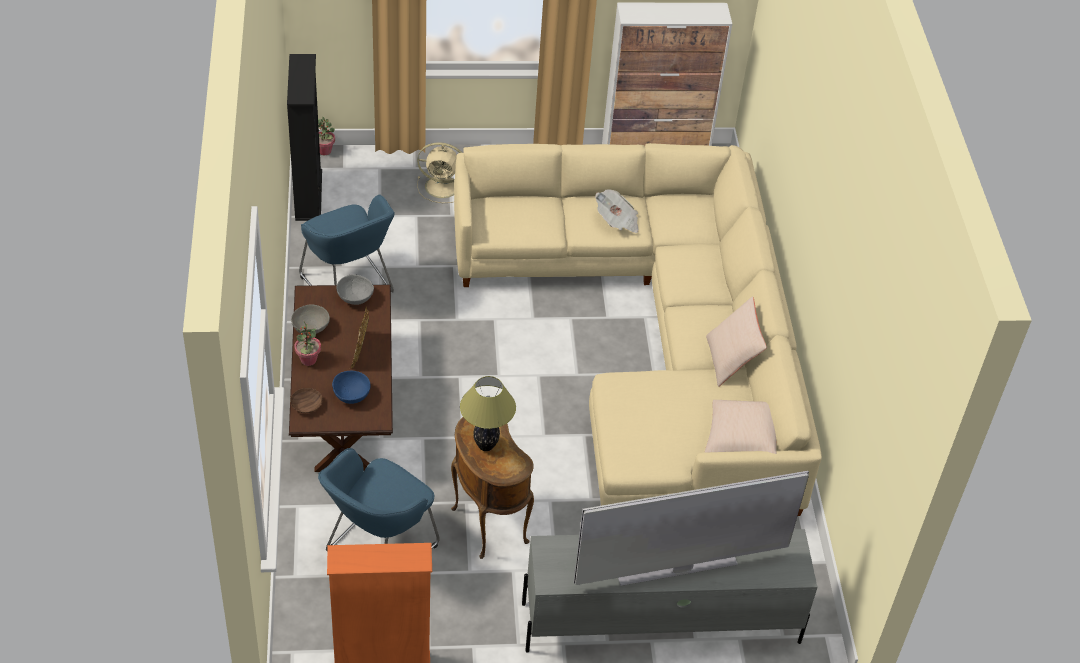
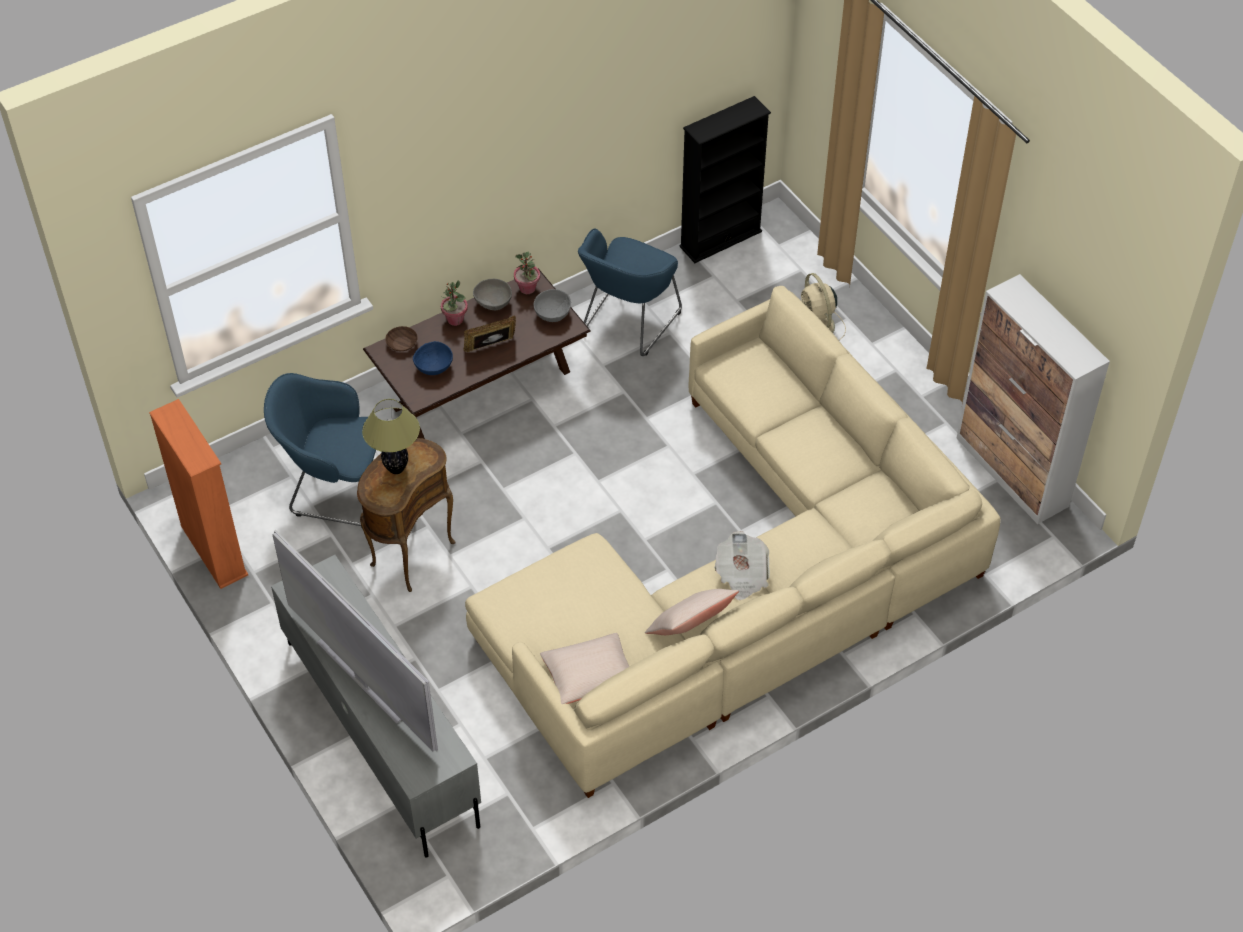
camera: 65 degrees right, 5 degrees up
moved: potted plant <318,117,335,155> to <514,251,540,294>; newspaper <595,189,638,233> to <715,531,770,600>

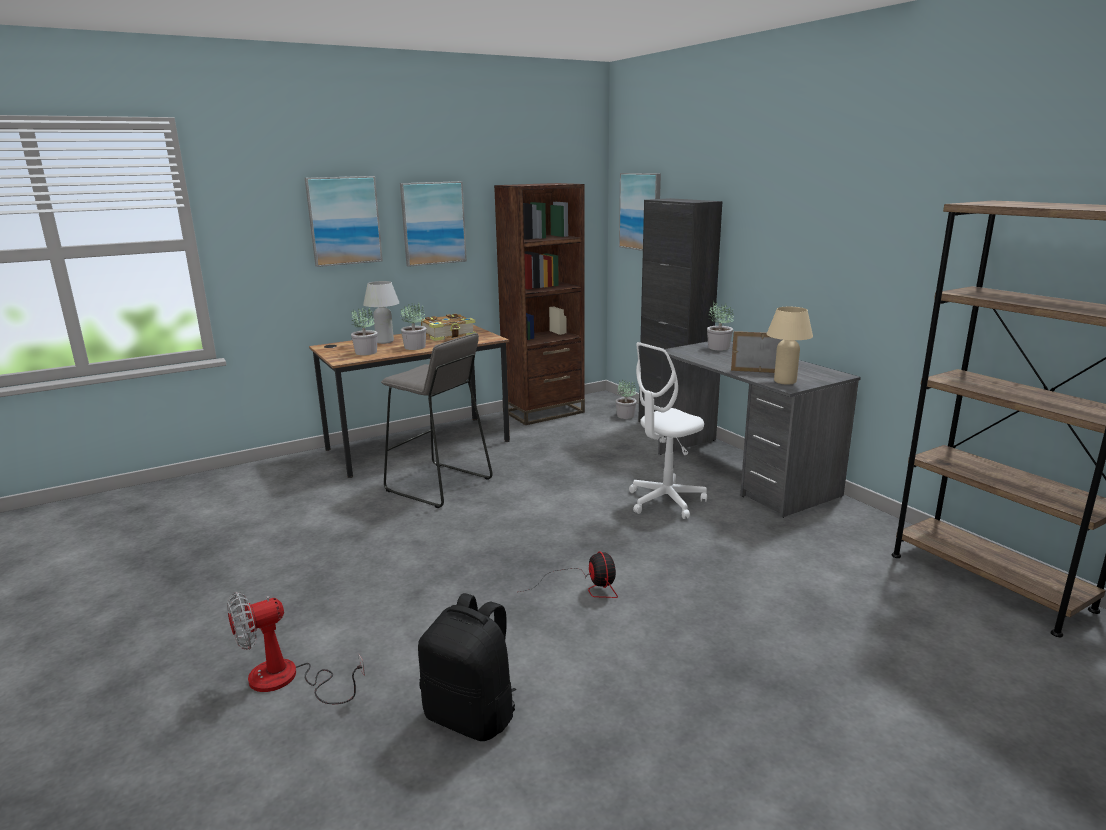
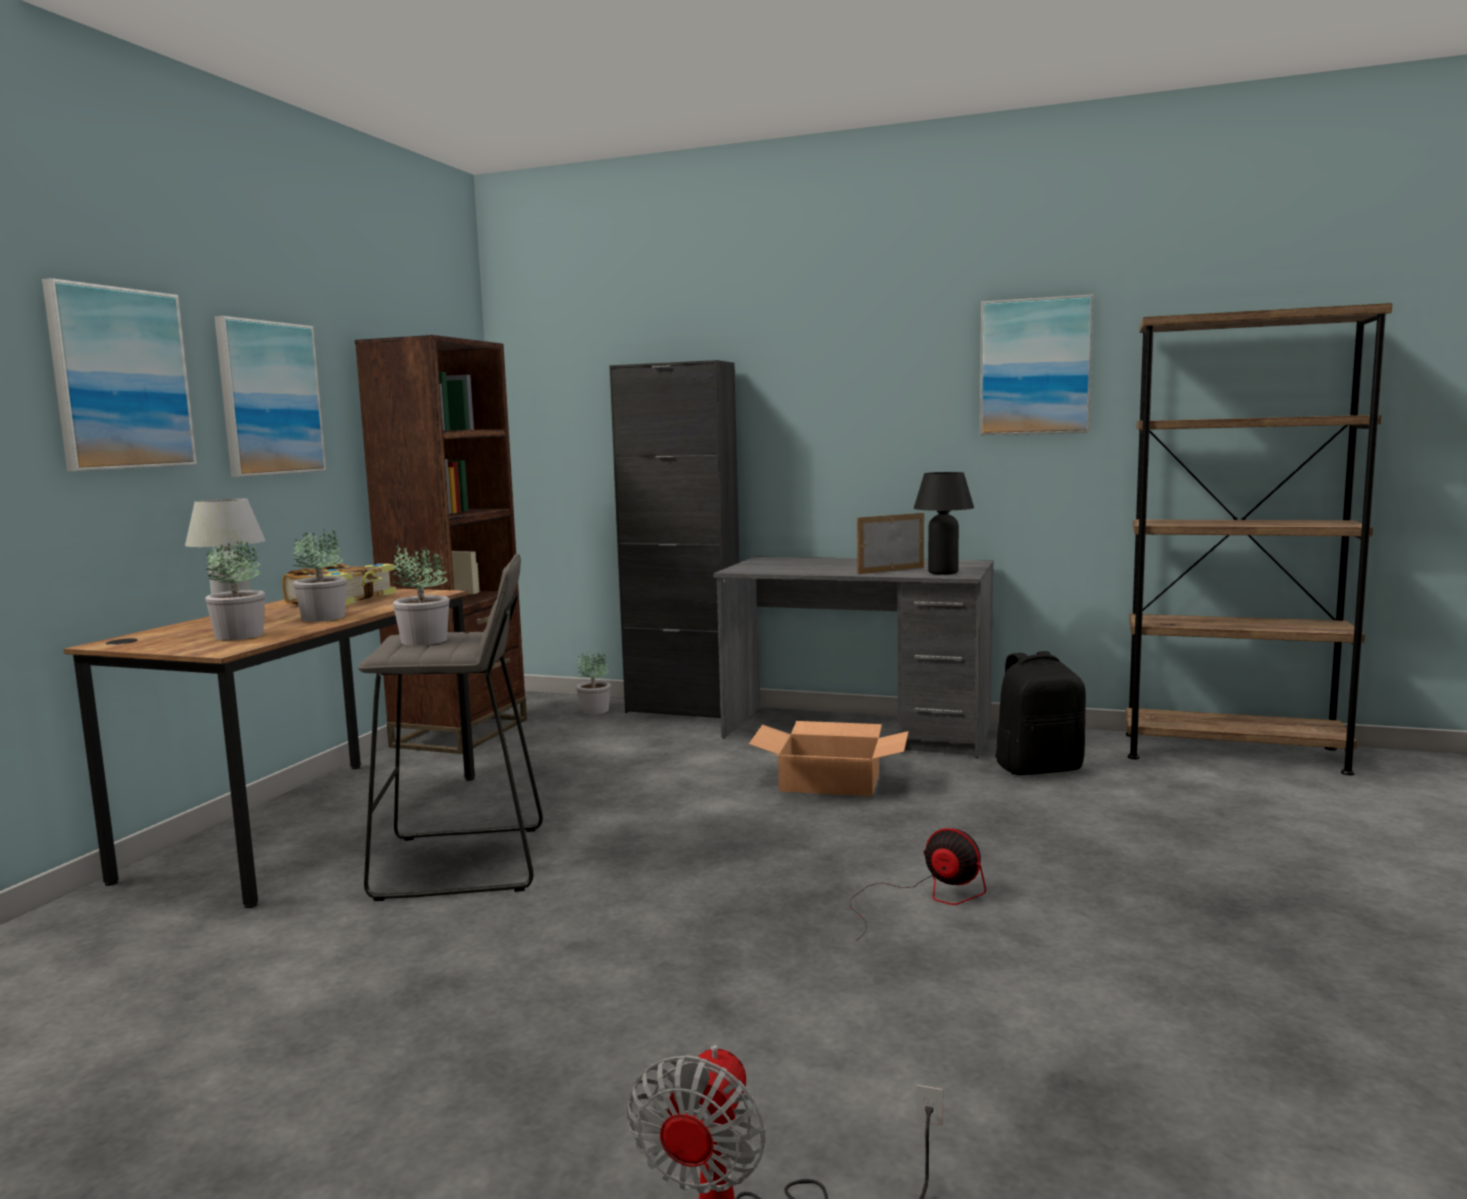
camera: 40 degrees left, 10 degrees down
moved: black backpack <418,593,516,741> to <995,651,1086,775>; picture <619,173,661,251> to <980,294,1094,435>; potted plant <707,301,734,350> to <392,545,449,645>
replaced: white office chair <629,342,707,519> to cardboard box <749,721,909,797>
recoloured: beige table lamp <767,307,813,385> to black table lamp <914,472,974,575>

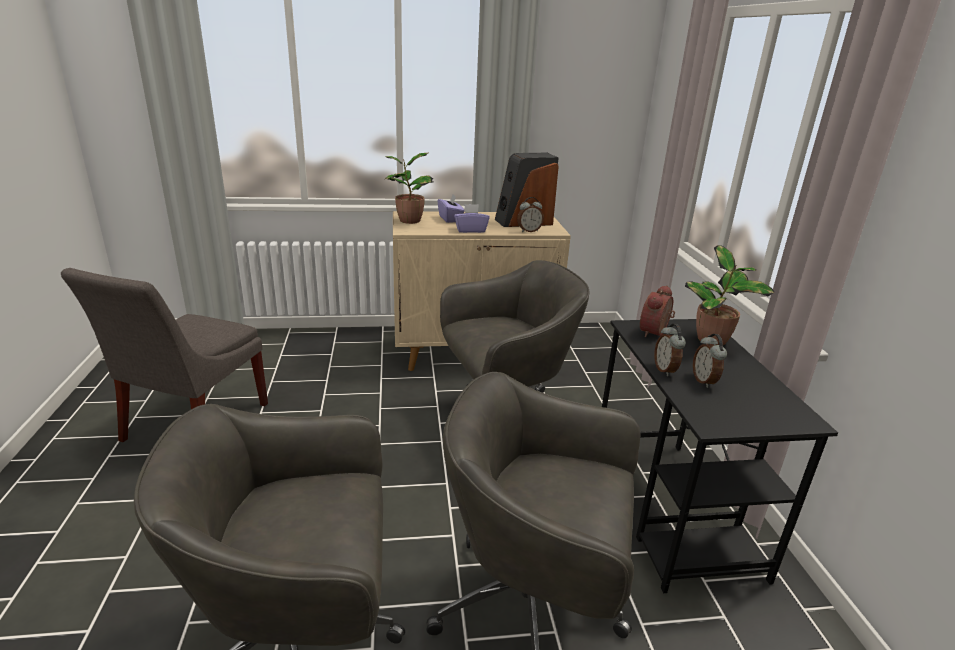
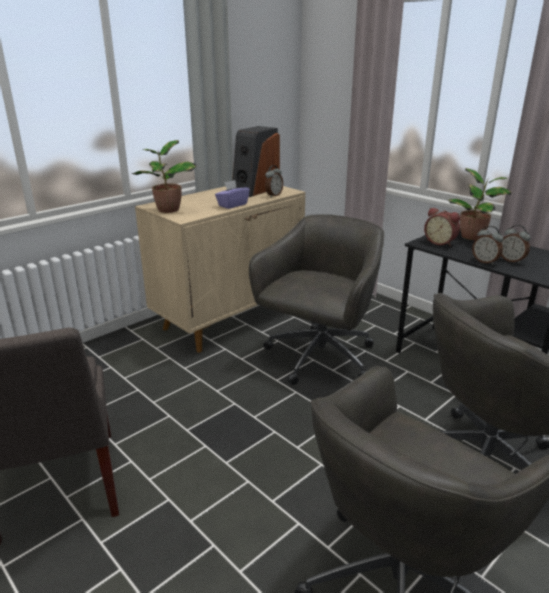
camera: 35 degrees left, 0 degrees up
removed: purple tissue box <438,195,465,223>
turned: alarm clock <640,285,675,337> = <424,208,460,247> 45 degrees counterclockwise

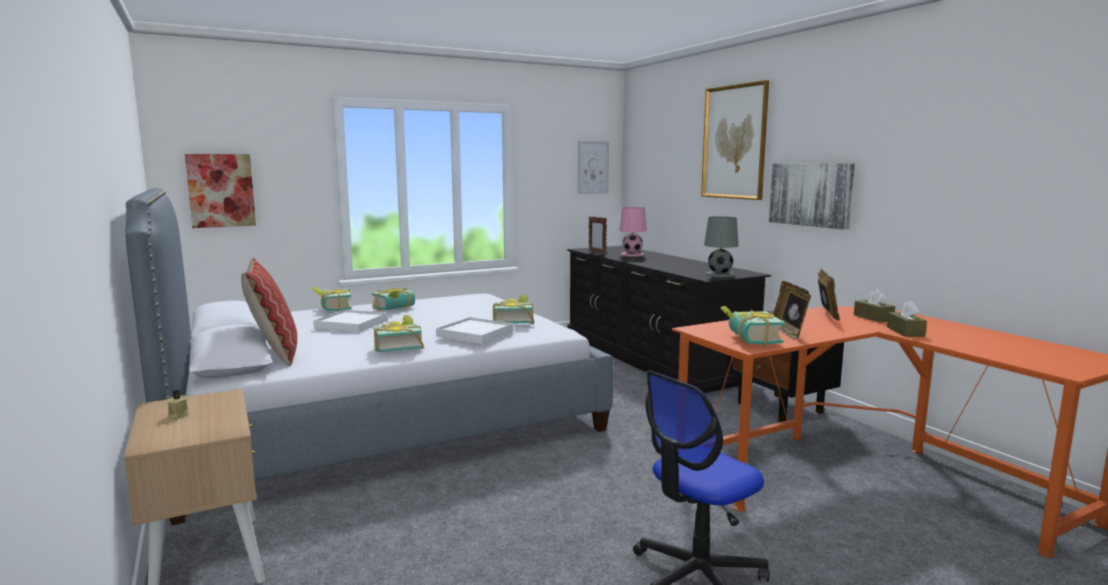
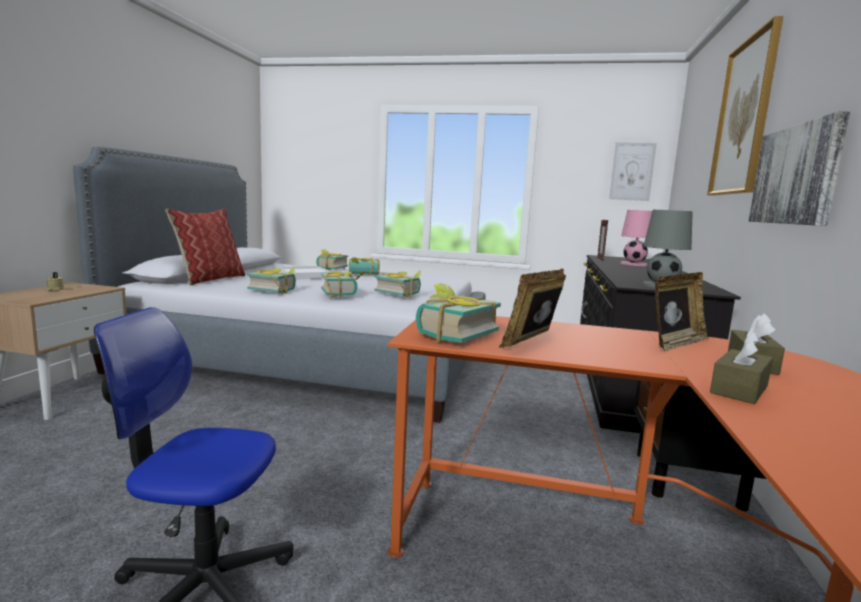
camera: 40 degrees right, 0 degrees up
removed: picture <185,154,256,228>
replaced: white tray <436,317,514,344> to book <321,271,366,297>

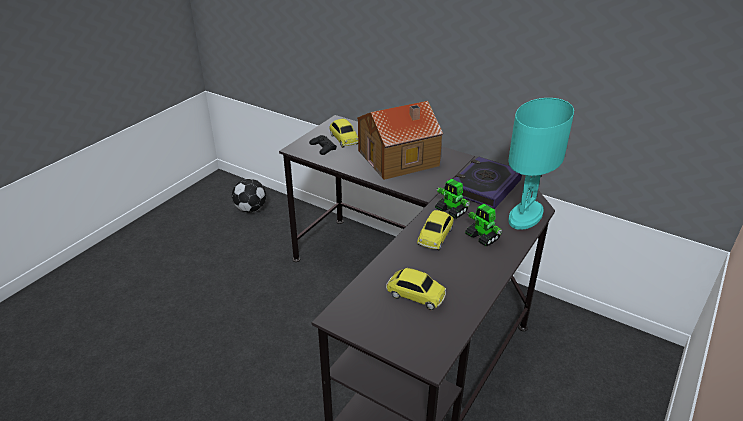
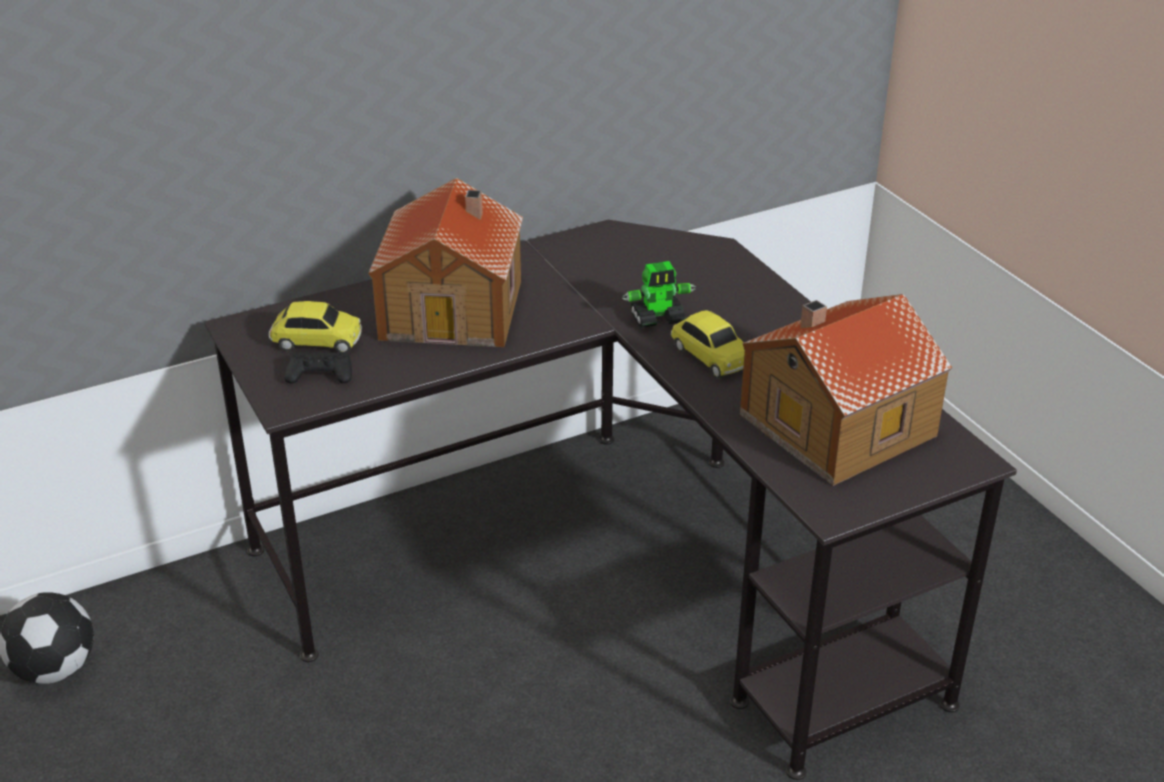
camera: 60 degrees left, 0 degrees up
removed: book <454,156,522,209>; toy robot <465,204,502,246>; turquoise table lamp <508,98,574,230>
replaced: toy car <386,268,446,310> to toy house <740,294,952,486>

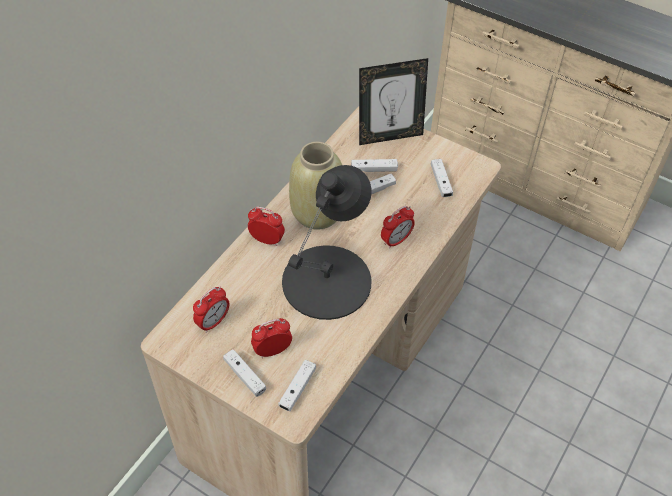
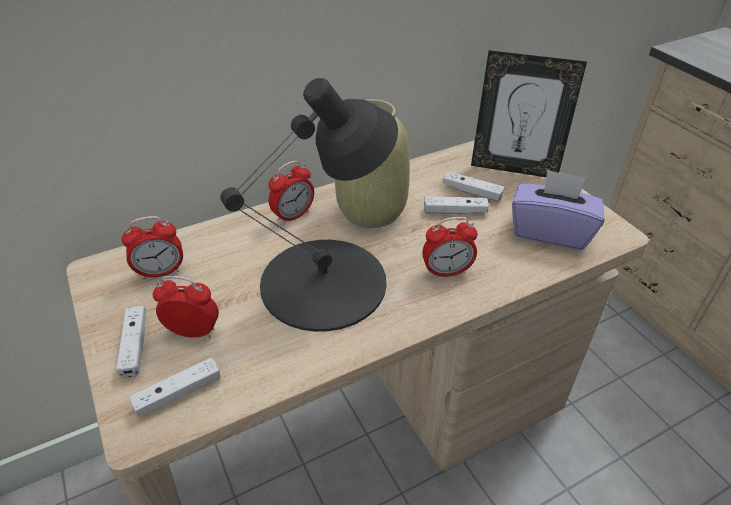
camera: 30 degrees right, 10 degrees down
replaced: white game controller <431,159,453,197> to purple tissue box <512,169,605,250>
turned: alarm clock <248,207,285,246> = <268,161,314,225> 90 degrees clockwise

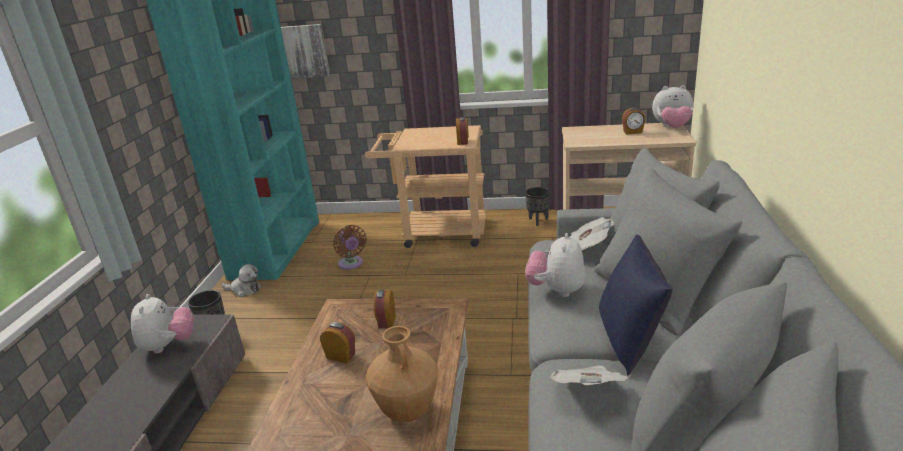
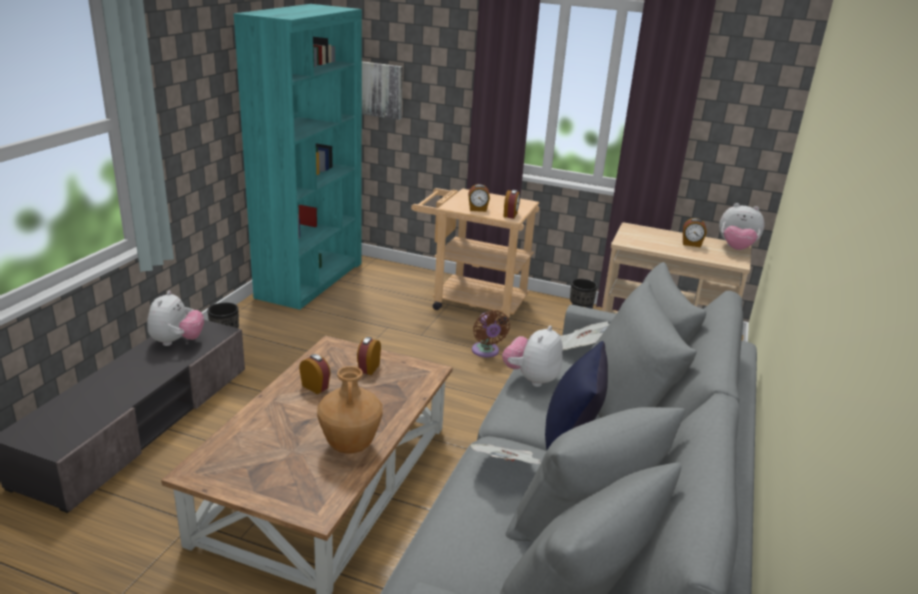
camera: 10 degrees right, 0 degrees up
removed: plush toy <222,264,261,297>
added: alarm clock <468,184,490,212>
moved: brown fan <333,225,367,270> to <472,310,510,357>

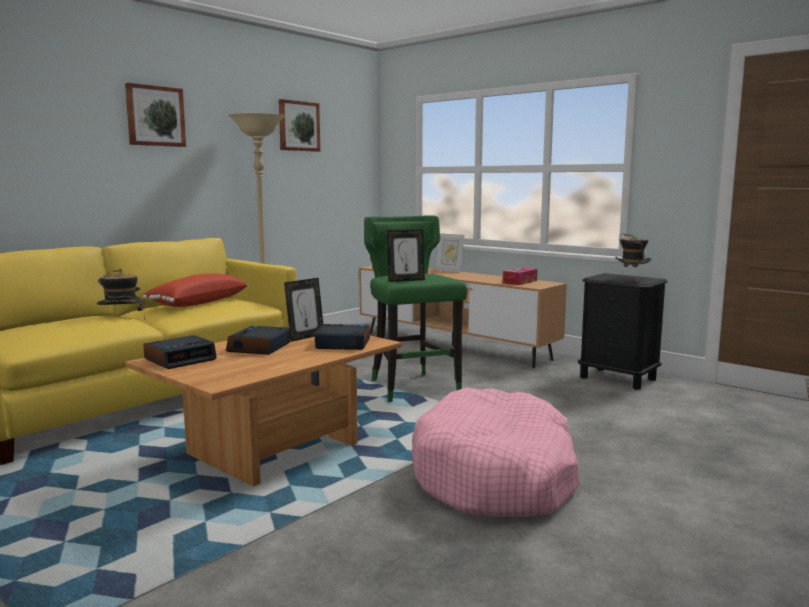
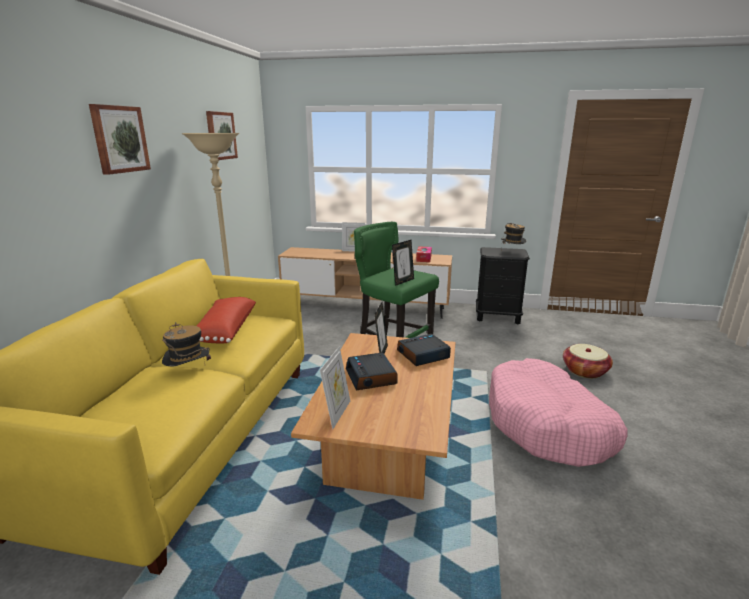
camera: 30 degrees left, 10 degrees up
added: basket <563,344,613,378>
replaced: alarm clock <143,335,217,369> to picture frame <320,346,350,429>

